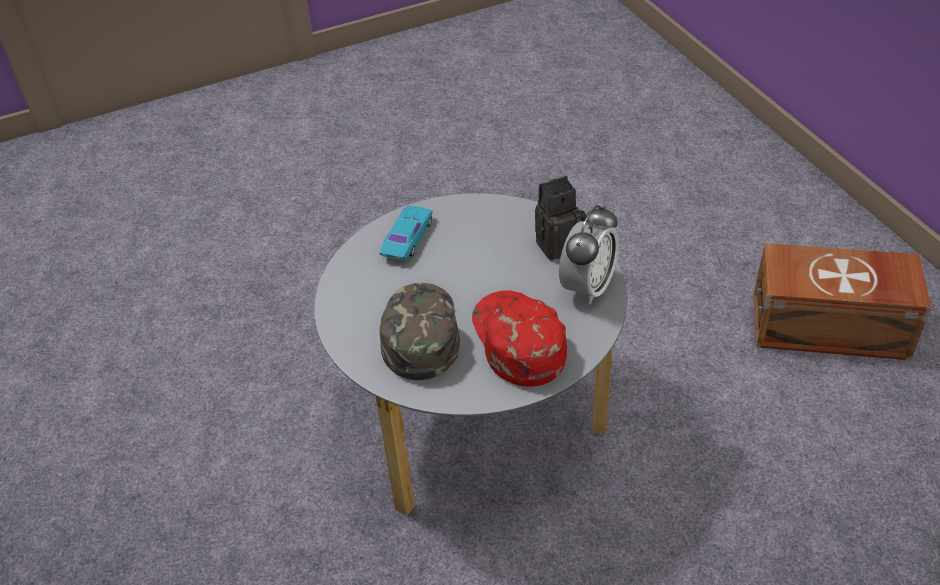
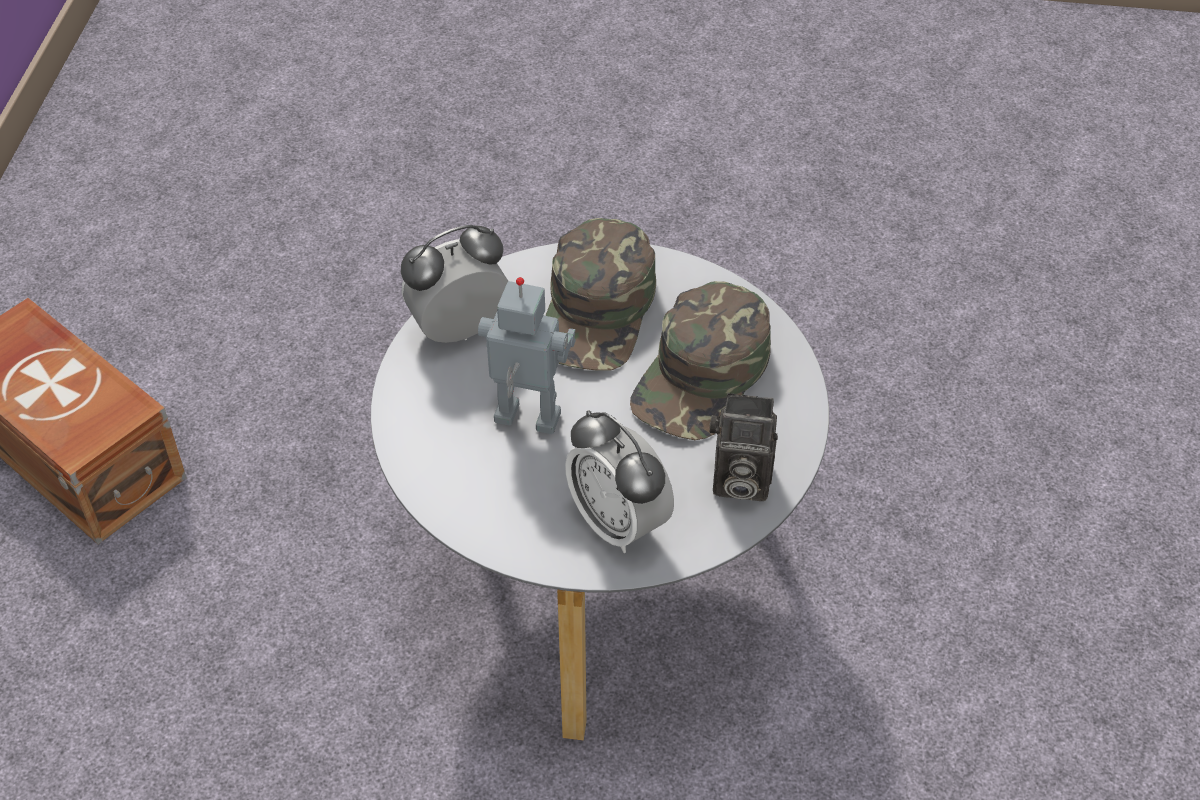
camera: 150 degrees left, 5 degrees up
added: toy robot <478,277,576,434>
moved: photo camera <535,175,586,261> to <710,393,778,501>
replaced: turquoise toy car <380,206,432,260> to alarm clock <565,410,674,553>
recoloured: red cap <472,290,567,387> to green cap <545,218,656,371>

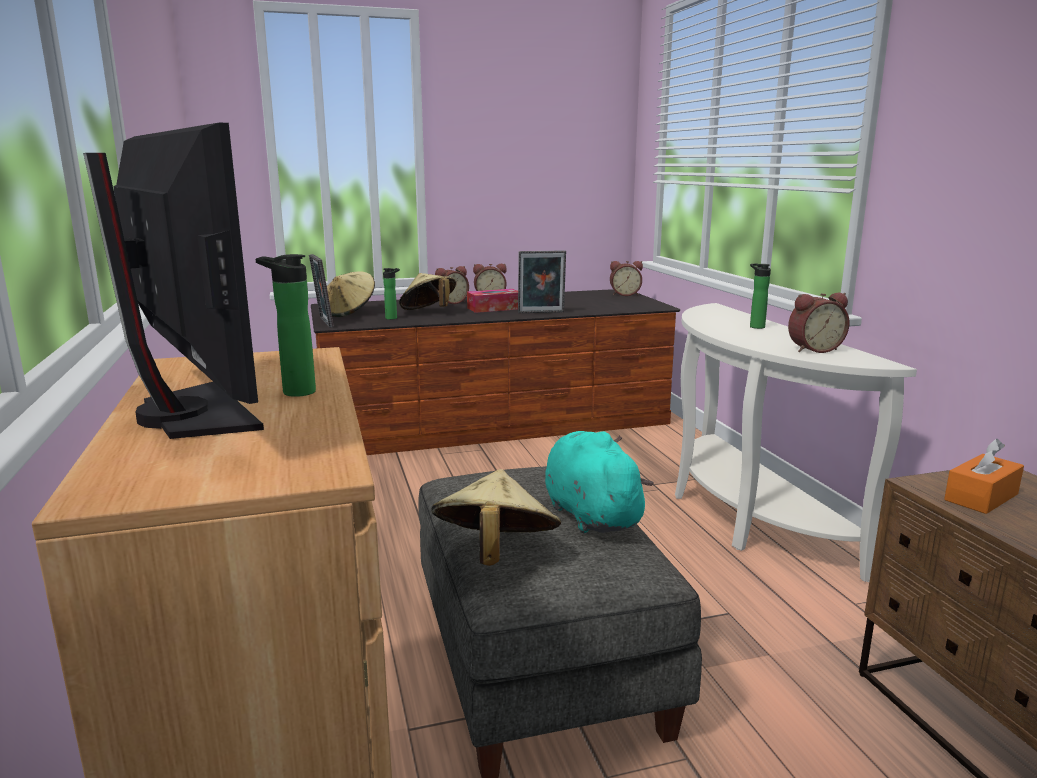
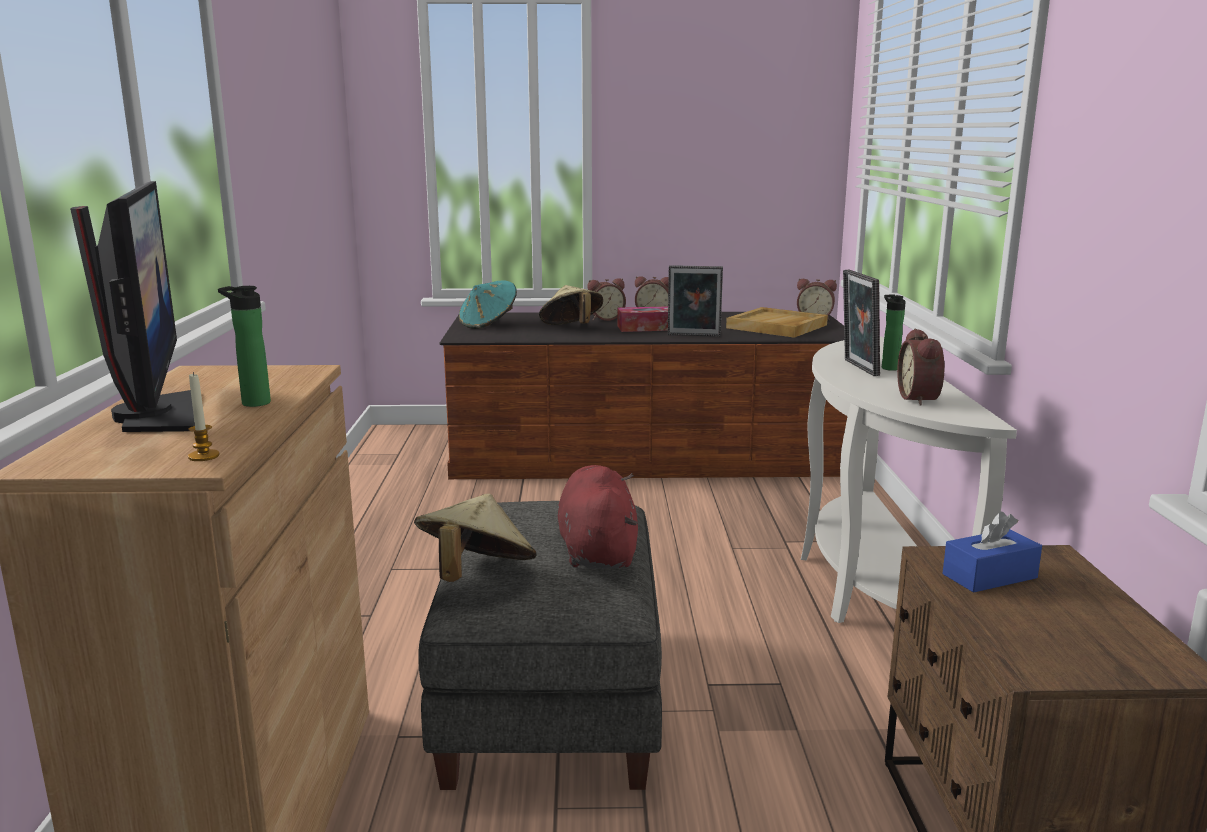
camera: 15 degrees right, 0 degrees up
removed: bottle <383,268,400,320>
added: candle <188,372,220,461>; beige tray <726,307,828,338>
moved: picture frame <309,254,334,328> to <843,270,880,376>
recoloured: beige hat <327,271,375,317> to turquoise hat <459,280,517,329>; turquoise plush toy <545,431,654,534> to red plush toy <558,465,638,569>; orange tissue box <944,439,1024,514> to blue tissue box <943,512,1042,593>
turned: alarm clock <788,292,850,353> = <897,328,945,406> 90 degrees clockwise

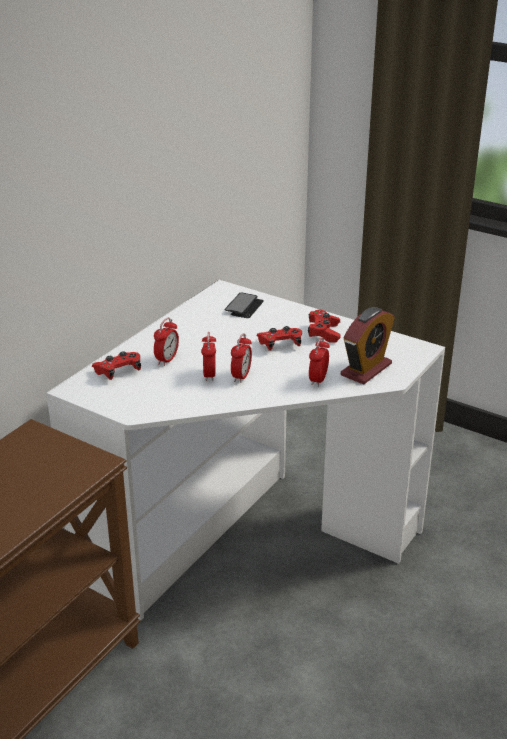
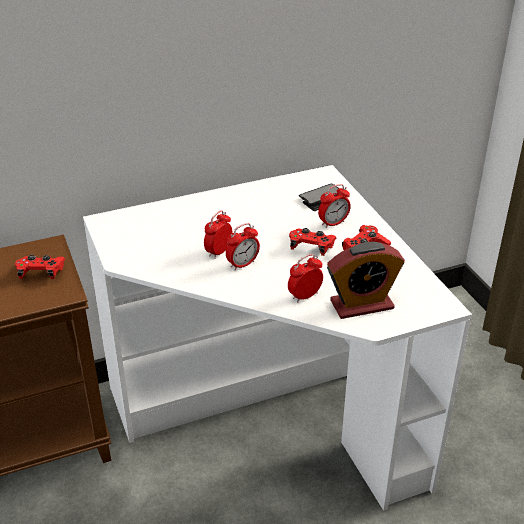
camera: 35 degrees right, 5 degrees up
moved: red game controller <92,351,141,380> to <15,255,65,279>; alarm clock <154,318,179,366> to <318,184,351,228>

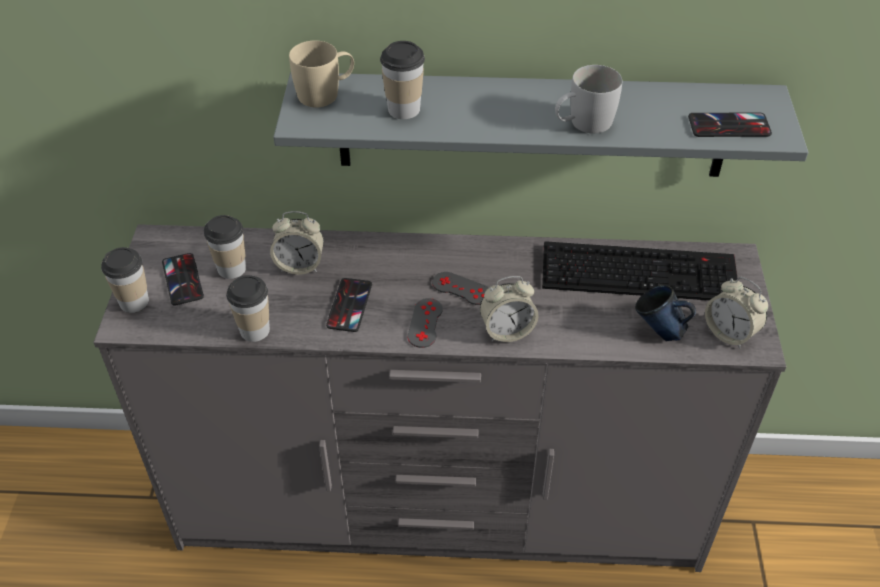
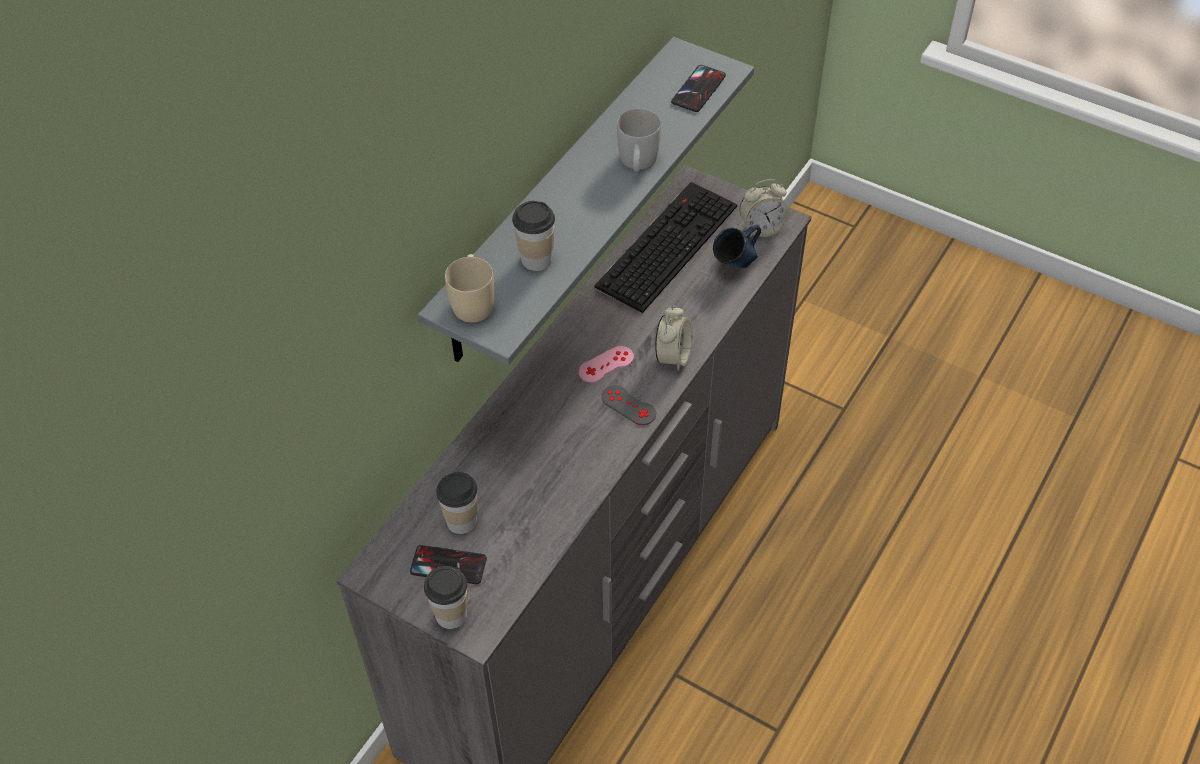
camera: 60 degrees left, 5 degrees up
removed: cup <226,275,270,342>; alarm clock <270,211,324,275>; phone <326,278,372,332>
recoloured: grey game controller <432,272,488,305> to pink game controller <579,346,634,383>

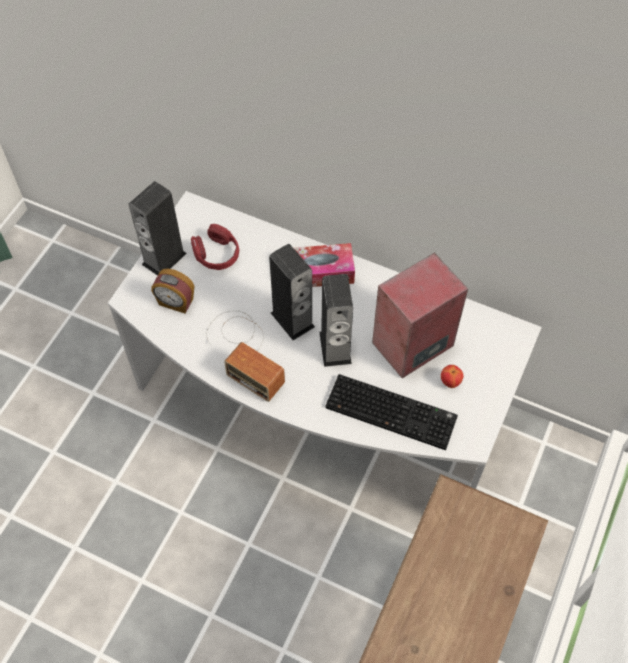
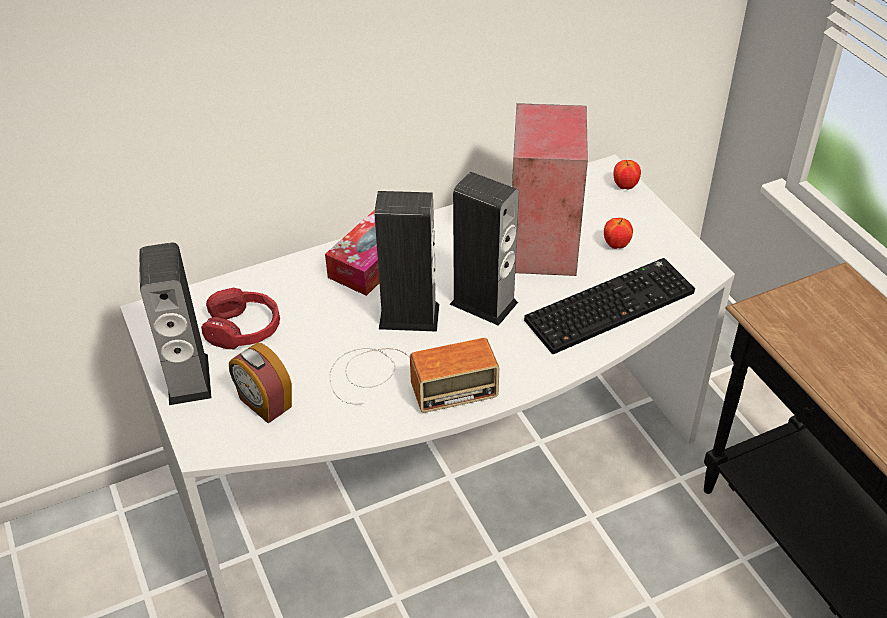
camera: 50 degrees left, 15 degrees down
added: apple <613,160,641,189>
turned: alarm clock <151,269,194,314> = <229,343,292,424> 75 degrees clockwise

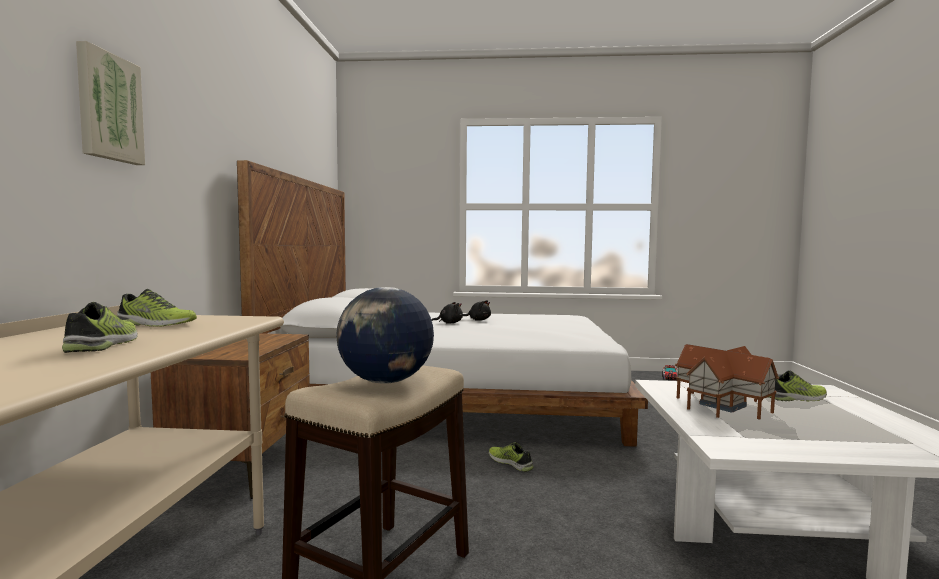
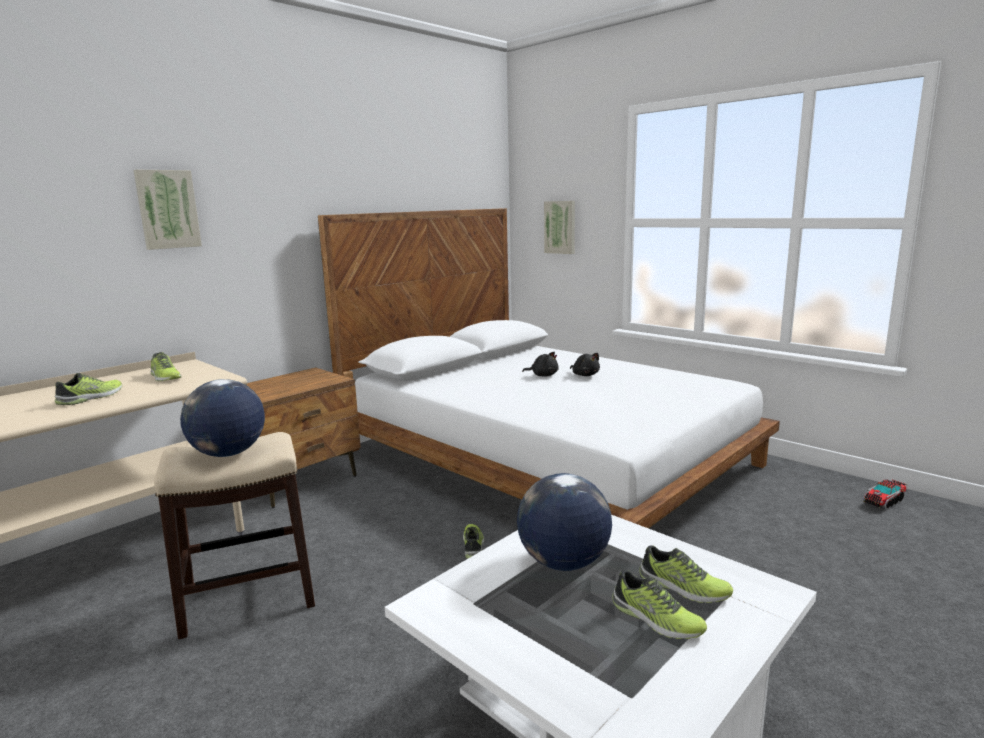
camera: 40 degrees right, 10 degrees up
added: picture <544,201,575,254>; shoe <612,570,707,639>
replaced: toy house <675,344,779,420> to globe <517,473,612,571>

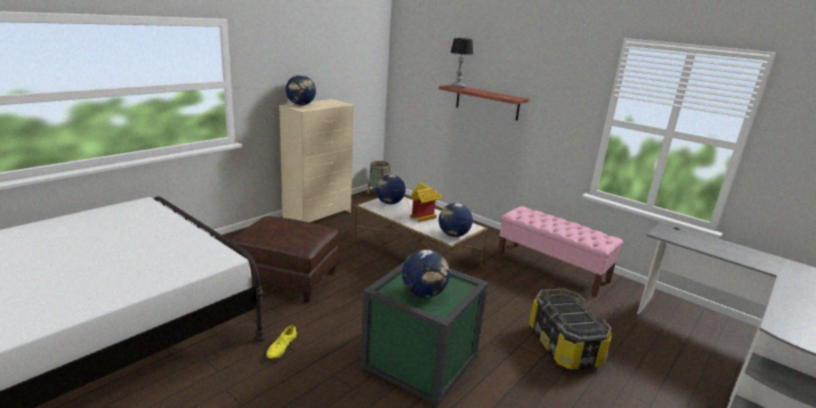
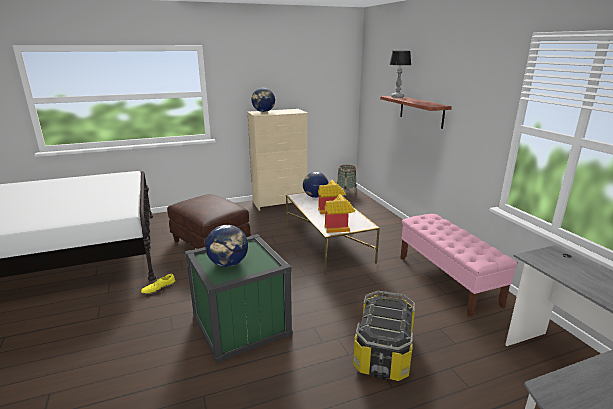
camera: 30 degrees right, 0 degrees up
replaced: globe <439,203,473,237> to toy house <325,194,355,233>

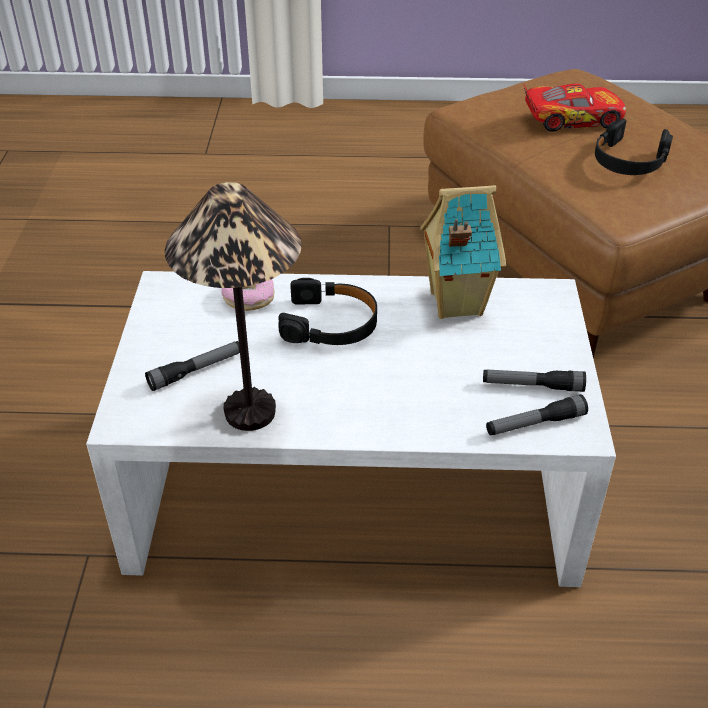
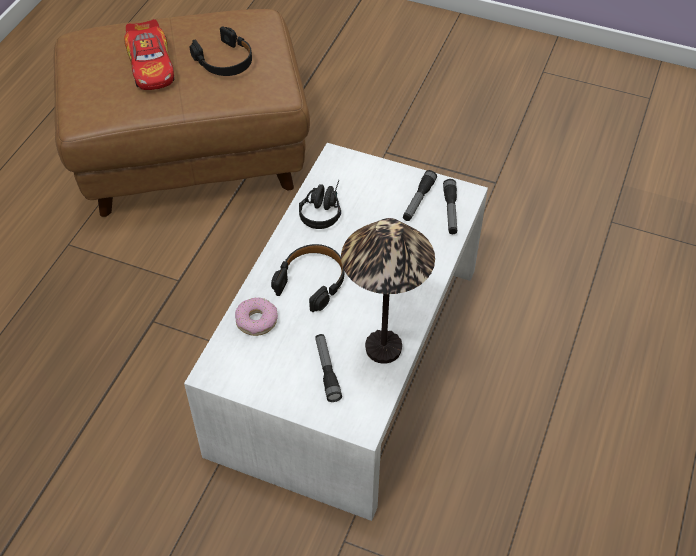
camera: 70 degrees left, 10 degrees up
replaced: toy house <420,185,506,319> to black headphones <299,180,341,229>
turned: toy car <524,84,626,132> = <124,19,175,90> 150 degrees clockwise

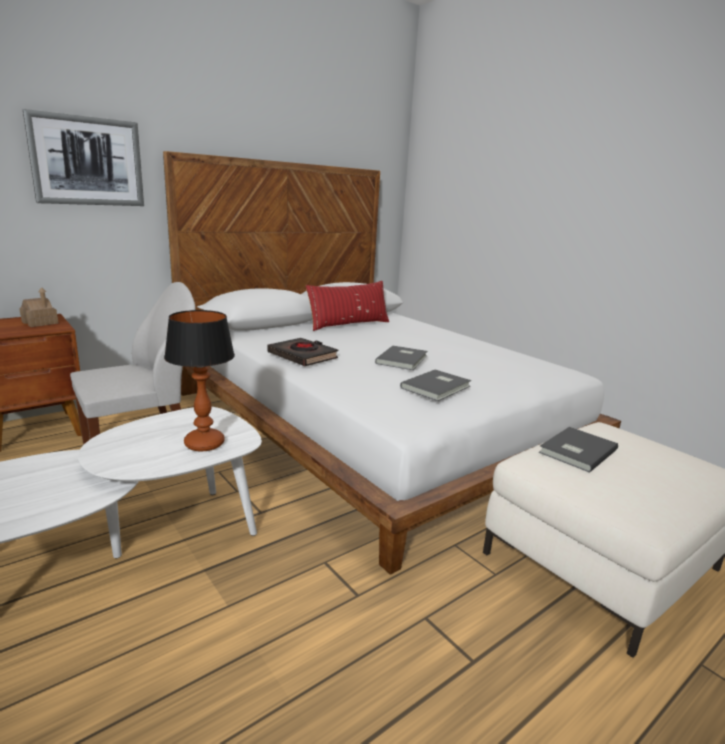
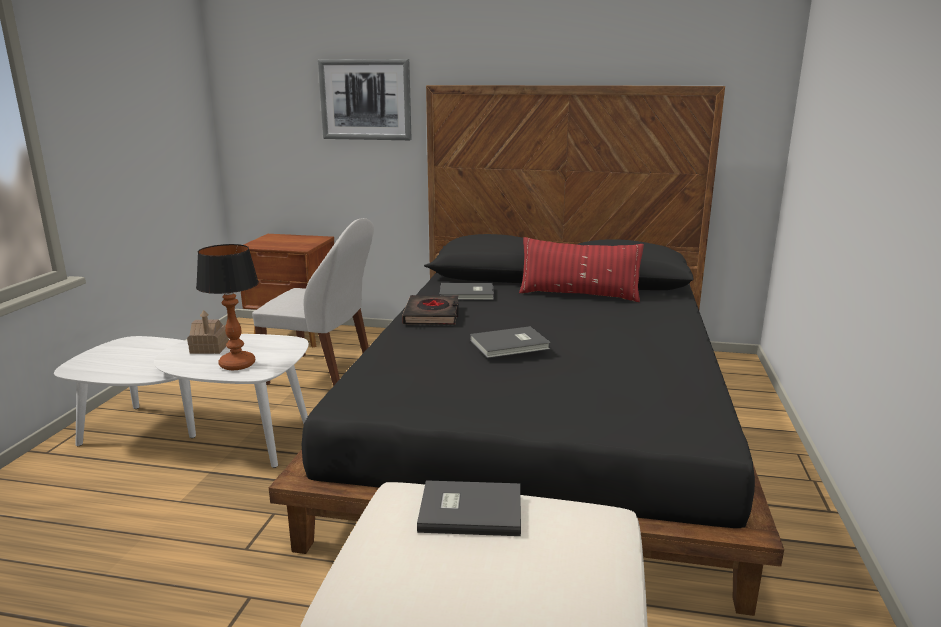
camera: 50 degrees right, 0 degrees up
moved: toy house <19,287,59,327> to <187,310,229,354>; grey book <400,370,471,401> to <439,283,494,300>
recoloured: white bed <163,151,621,575> to black bed <269,85,784,616>

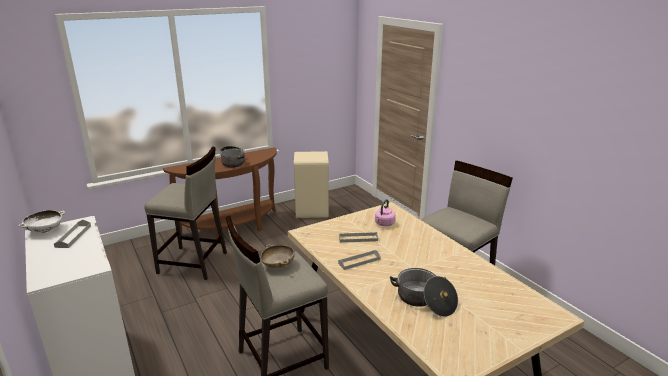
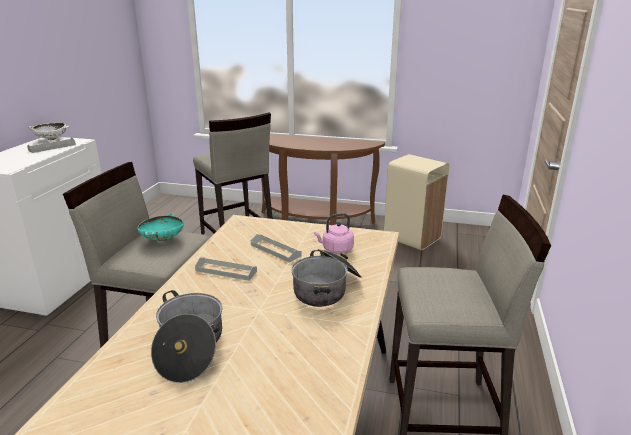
camera: 45 degrees right, 0 degrees up
moved: cooking pot <220,146,245,168> to <291,249,361,307>
recoloured: beige bowl <261,245,295,268> to turquoise bowl <137,213,184,242>

